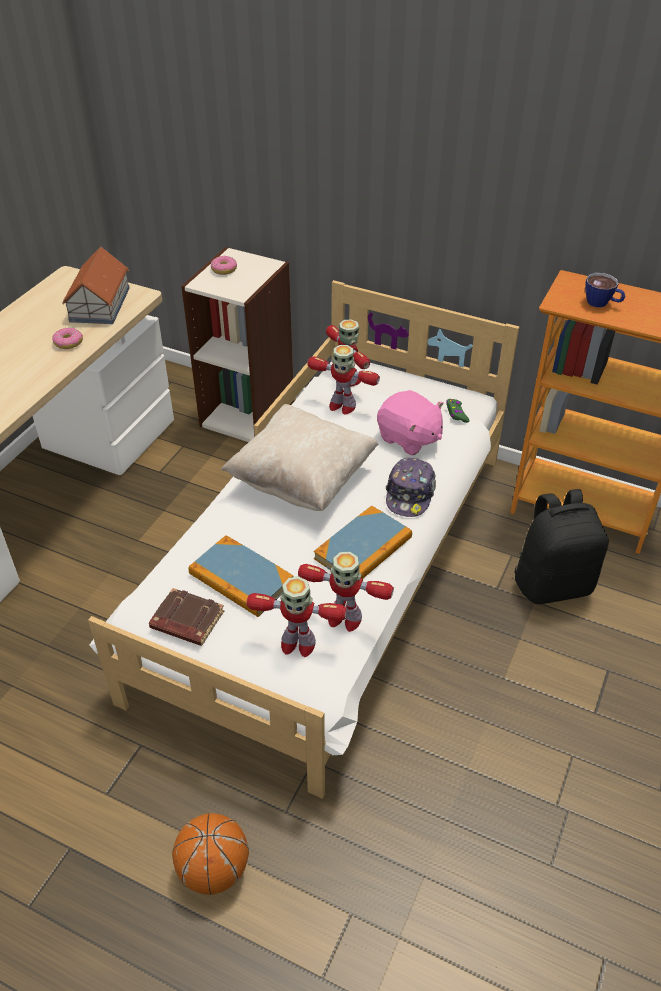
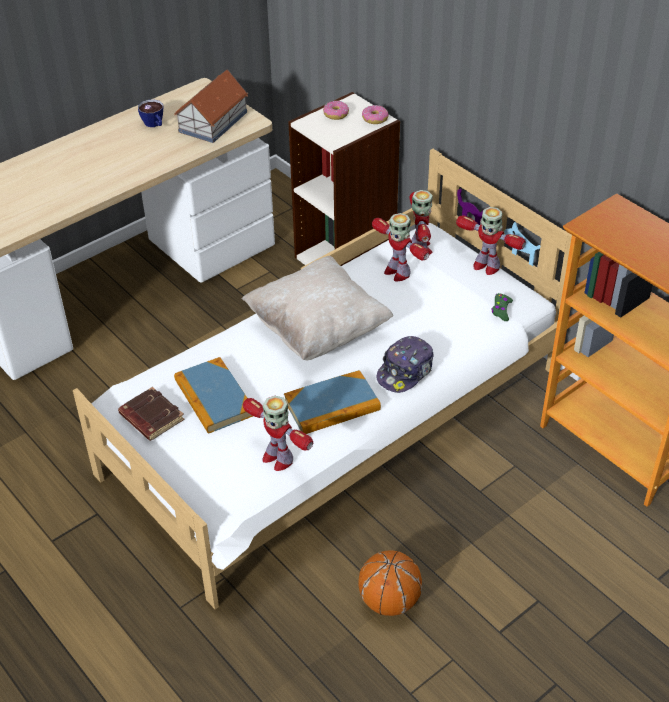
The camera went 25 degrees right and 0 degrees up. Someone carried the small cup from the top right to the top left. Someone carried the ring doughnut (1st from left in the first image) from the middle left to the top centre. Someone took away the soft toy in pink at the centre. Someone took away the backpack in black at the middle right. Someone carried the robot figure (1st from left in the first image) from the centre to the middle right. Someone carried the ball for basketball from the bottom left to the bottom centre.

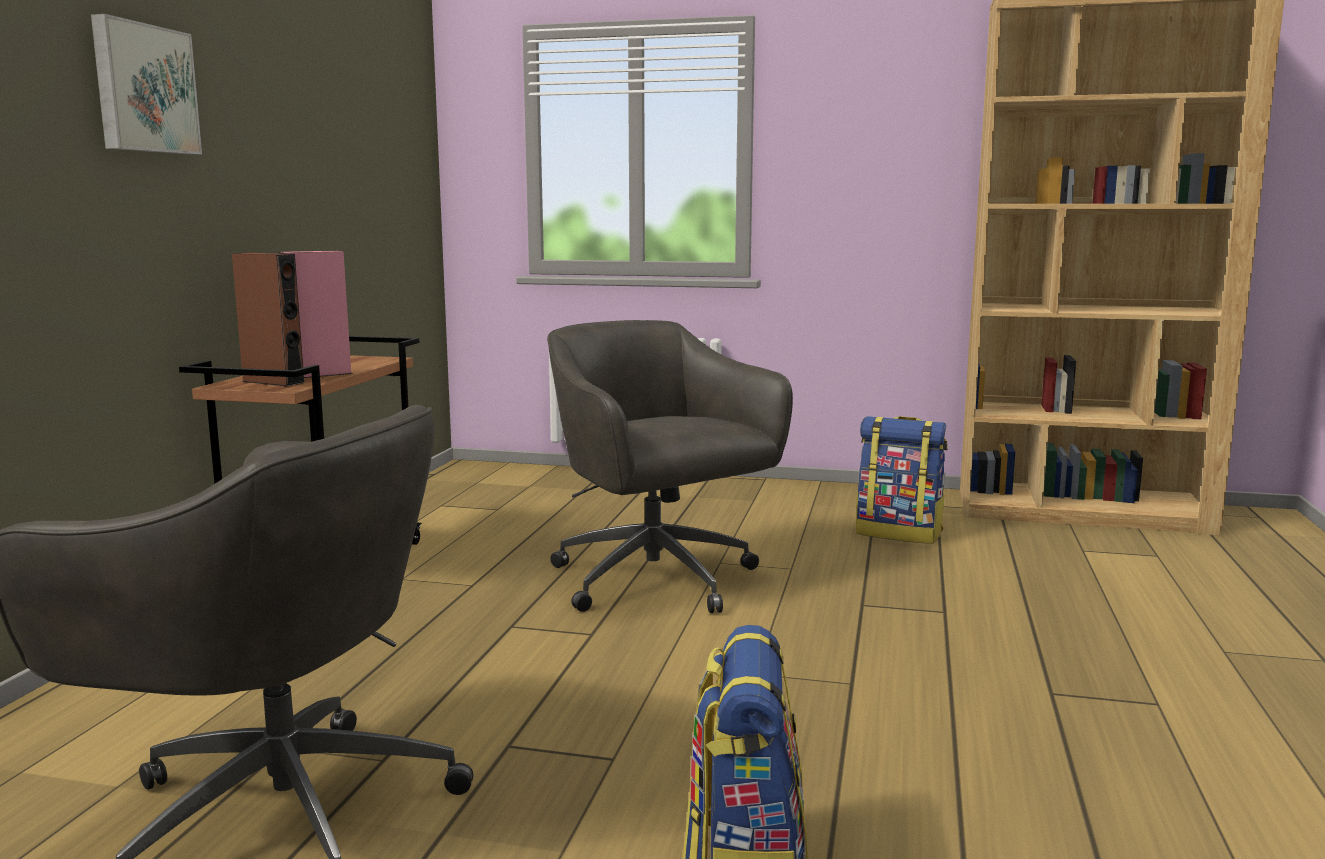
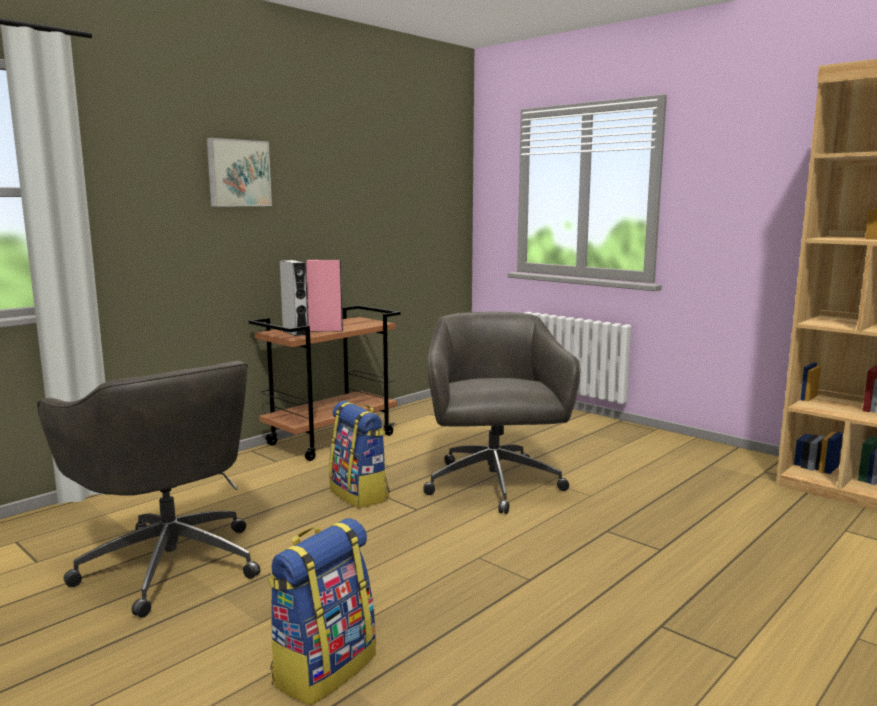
The camera went 30 degrees right and 0 degrees up. Someone repainted the speaker in brown-coloured at the middle left, which became the speaker in greyish at the centre. Someone carried the backpack (2nd from left) from the middle right to the centre.

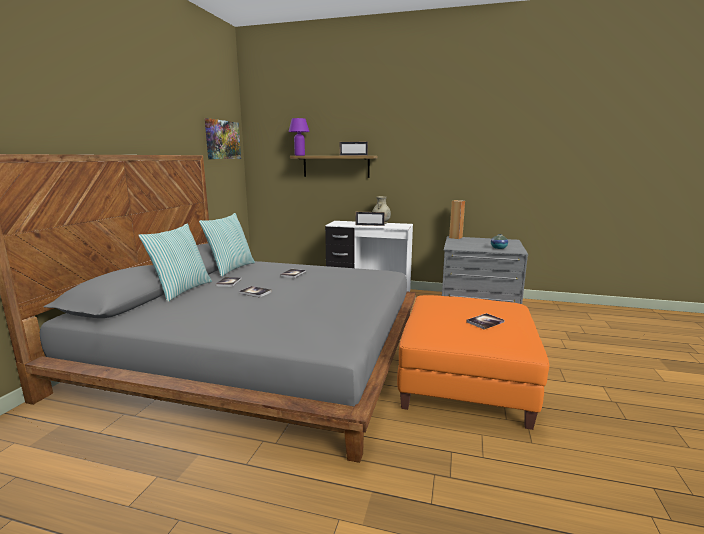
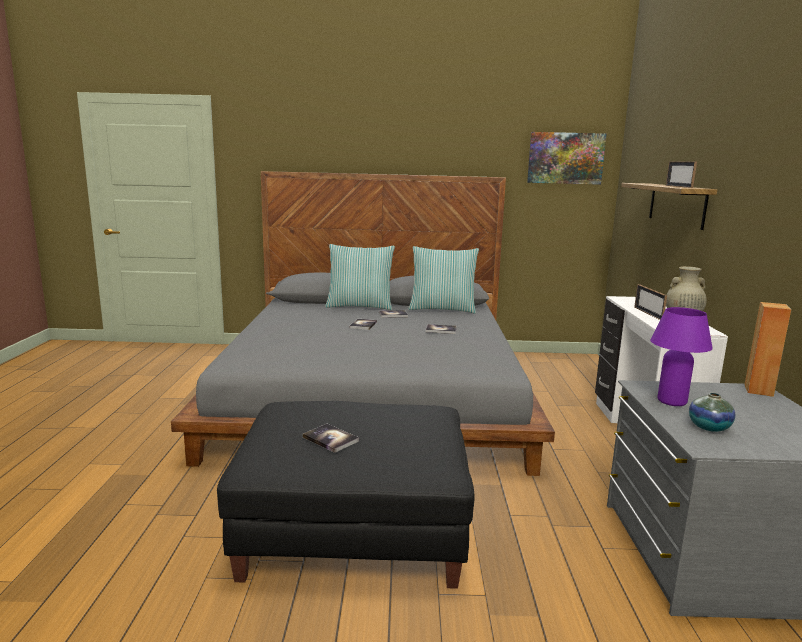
The camera went 75 degrees right and 0 degrees up. Someone carried the table lamp in purplish from the top centre to the middle right. Someone repainted the footrest in orange at the bottom right, which became the footrest in black at the bottom centre.

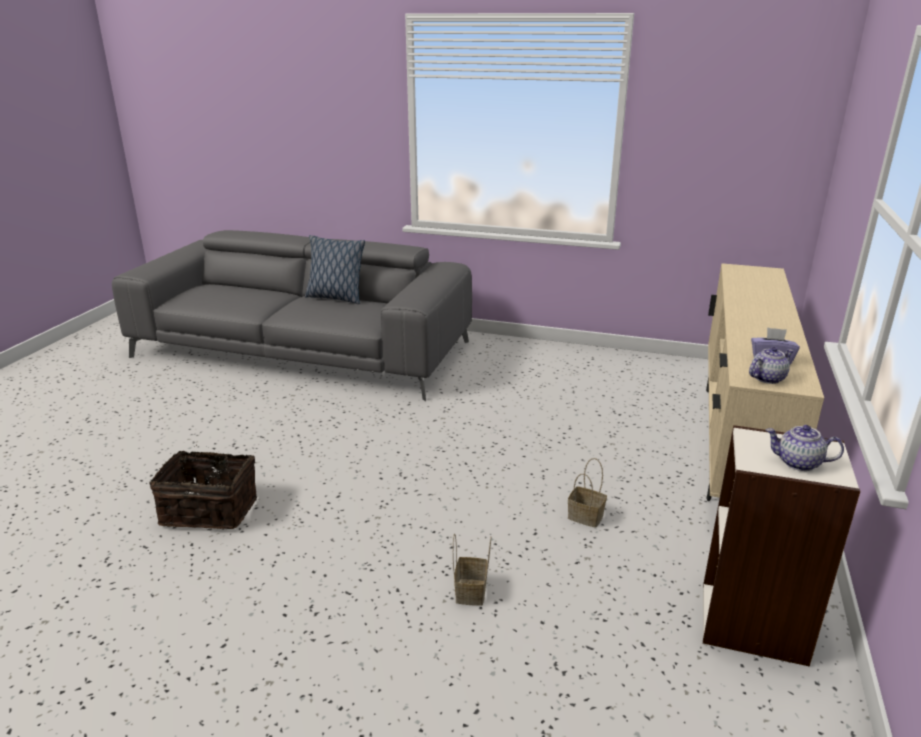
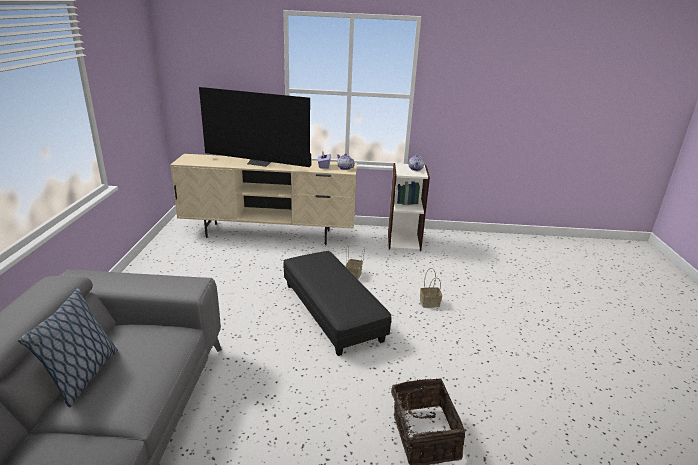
The camera went 105 degrees left and 0 degrees up. Someone put down the TV at the top centre. Someone put down the footrest in black at the centre.

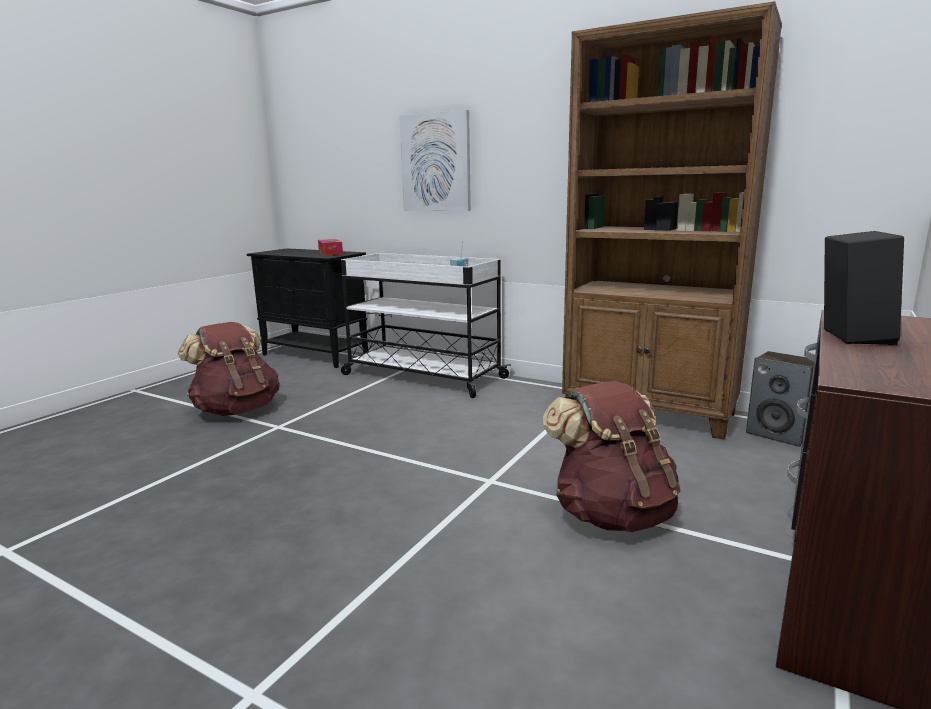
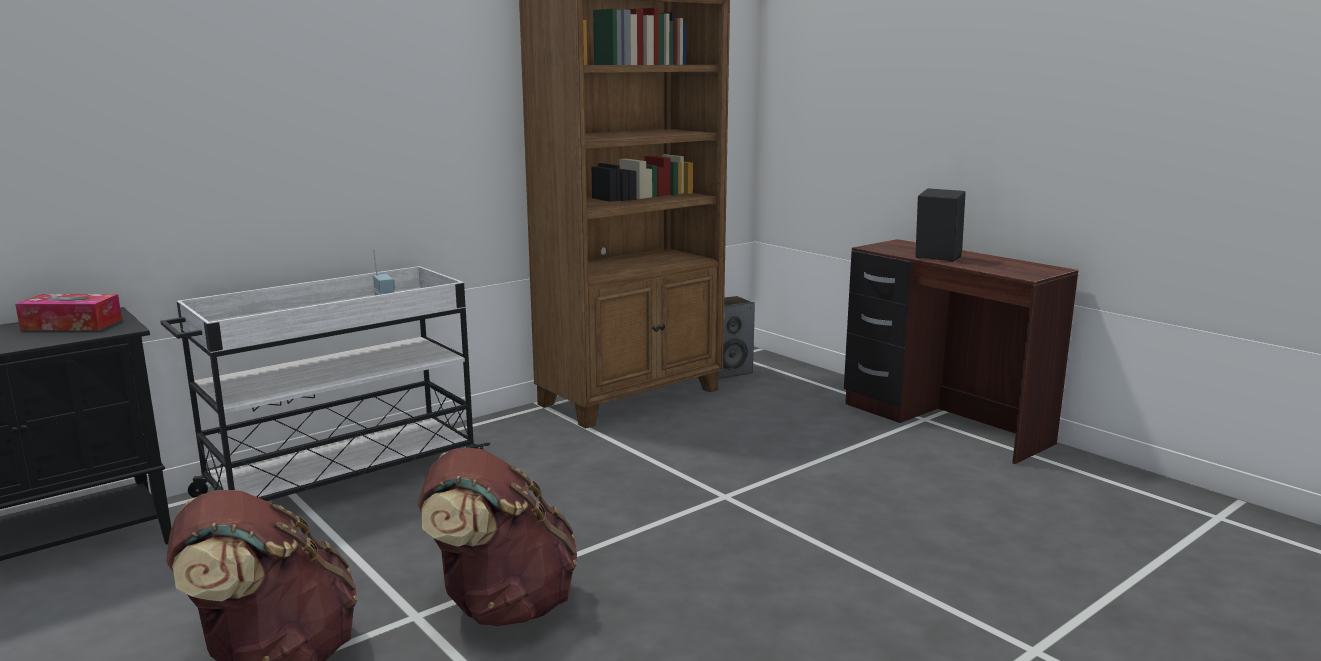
The camera went 70 degrees left and 0 degrees up. Someone took away the wall art at the top centre. Someone carried the backpack in brown-coloured (2nd from left) from the centre to the bottom centre.

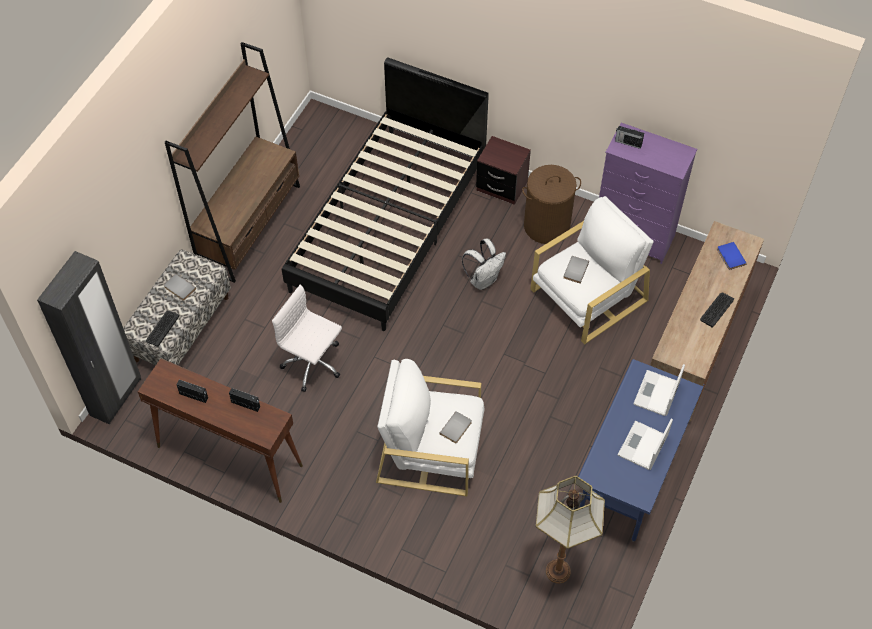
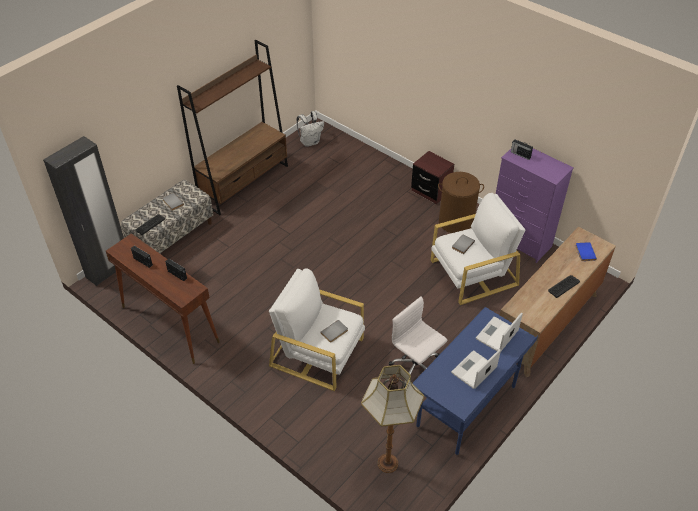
The camera went 15 degrees right and 10 degrees down. Someone took away the bedroom bed in black at the top centre. Someone carried the backpack in white-coloured from the centre to the top centre. Someone carried the desk chair in white-coloured from the centre to the bottom centre.

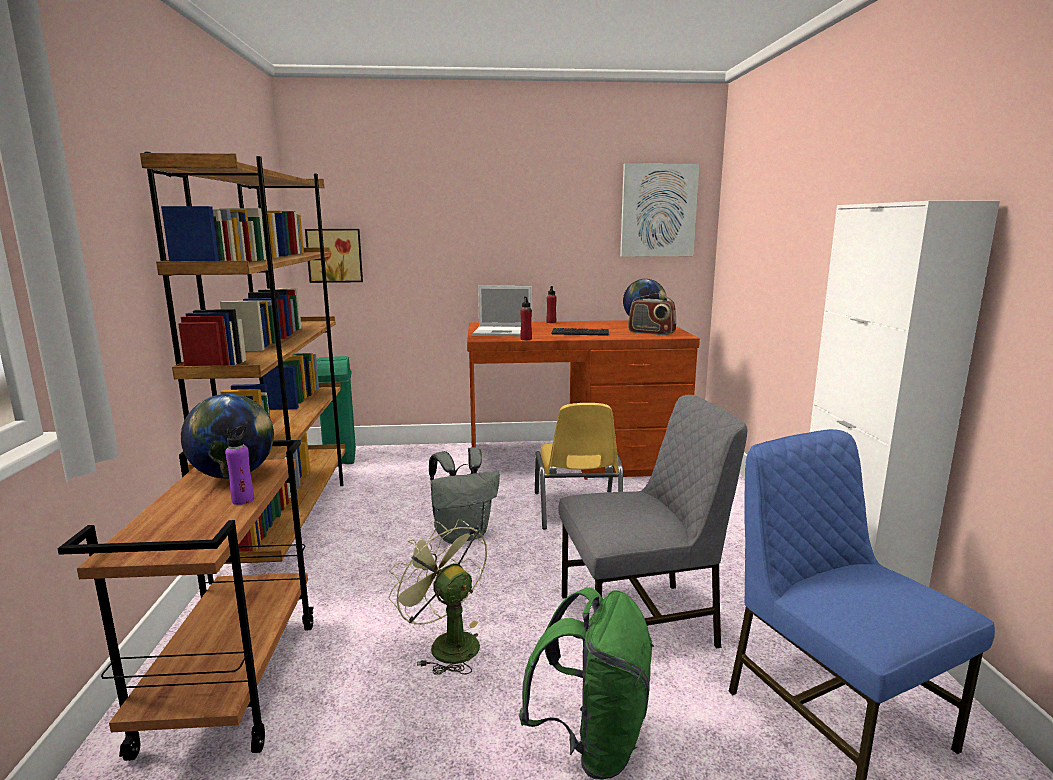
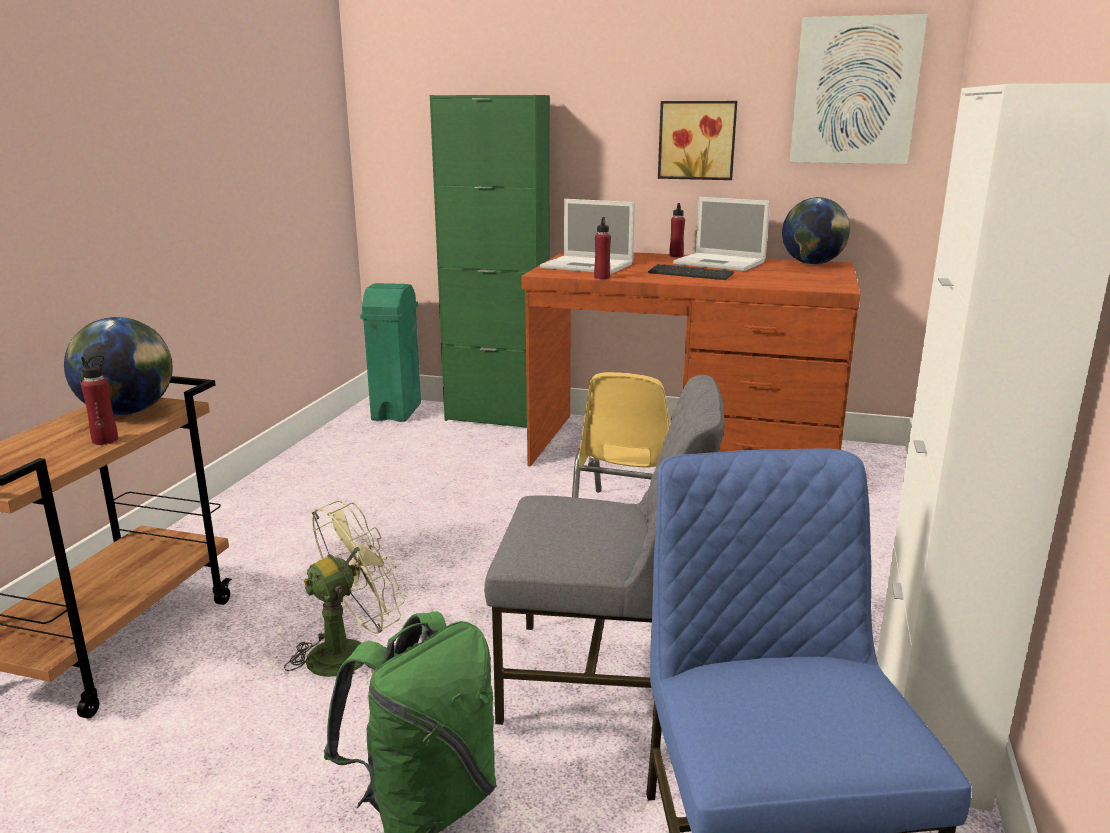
The camera went 20 degrees right and 5 degrees up. Someone took away the bookshelf in brown-coloured at the middle left. Someone carried the wall art (1st from left) from the top left to the top centre. Someone took away the radio at the centre. Someone repainted the bottle in purplish at the middle left, which became the bottle in red-coloured (1st from left) at the middle left. Someone took away the backpack in greyish at the centre. Someone rotated the cooling fan in green-coloured at the bottom centre by 75 degrees clockwise. Someone put down the storage cabinet in green-coloured at the top centre. Someone put down the portable computer (2nd from left) at the top centre.

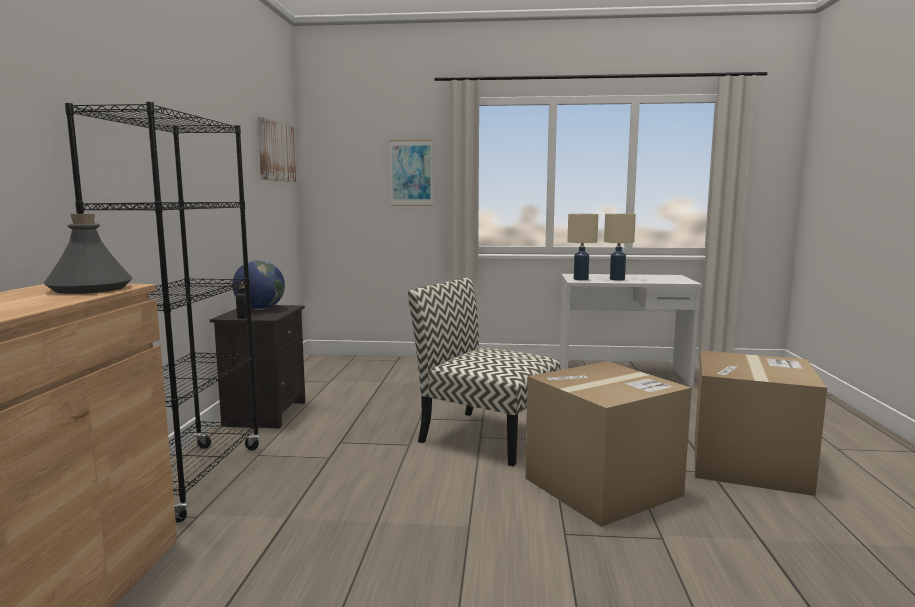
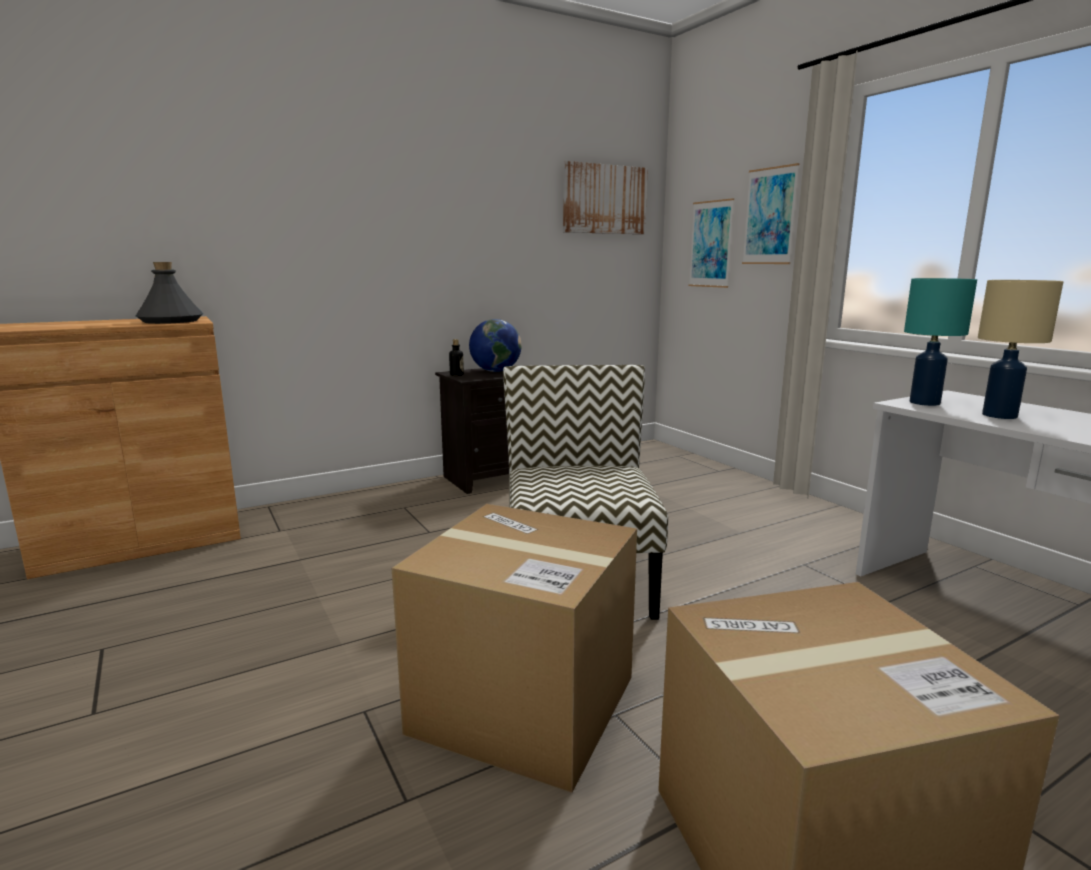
The camera went 55 degrees right and 5 degrees up. Someone took away the bookshelf in black at the middle left. Someone repainted the table lamp in beige-coloured (1st from left) at the centre, which became the table lamp in turquoise at the middle right. Someone put up the wall art (2nd from left) at the top centre.

